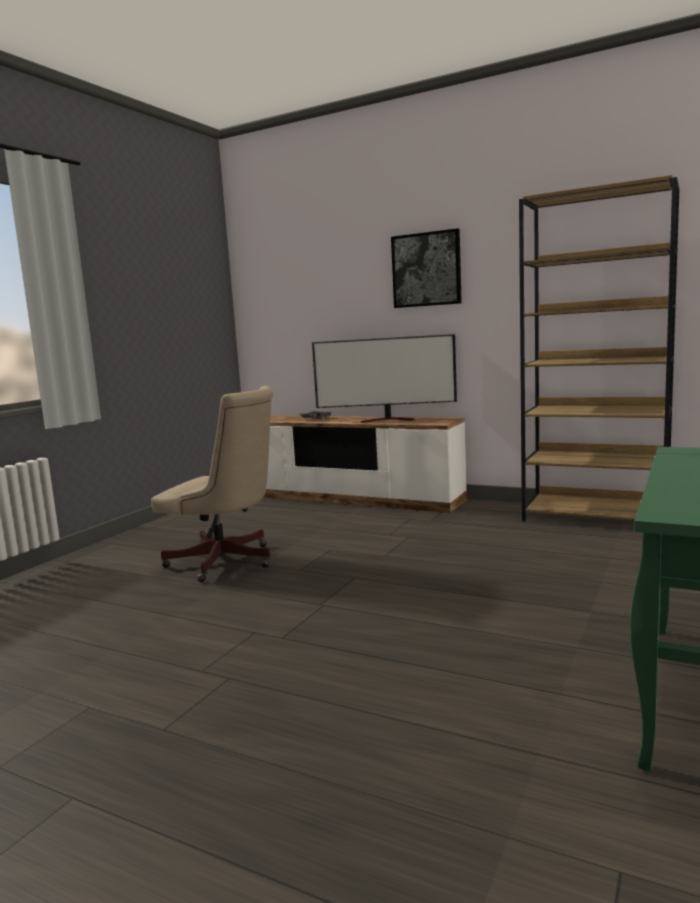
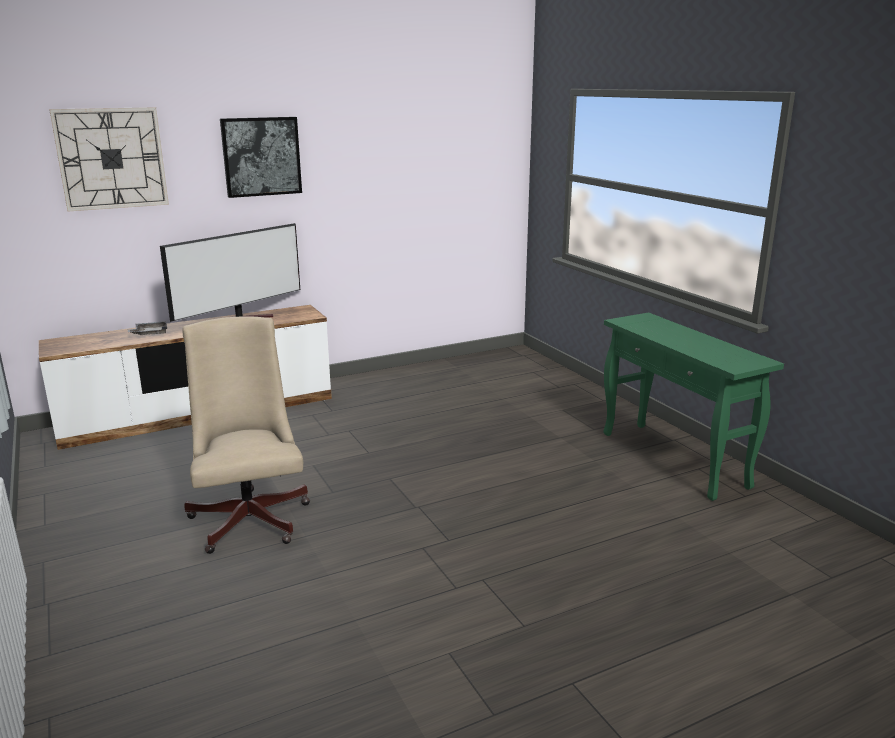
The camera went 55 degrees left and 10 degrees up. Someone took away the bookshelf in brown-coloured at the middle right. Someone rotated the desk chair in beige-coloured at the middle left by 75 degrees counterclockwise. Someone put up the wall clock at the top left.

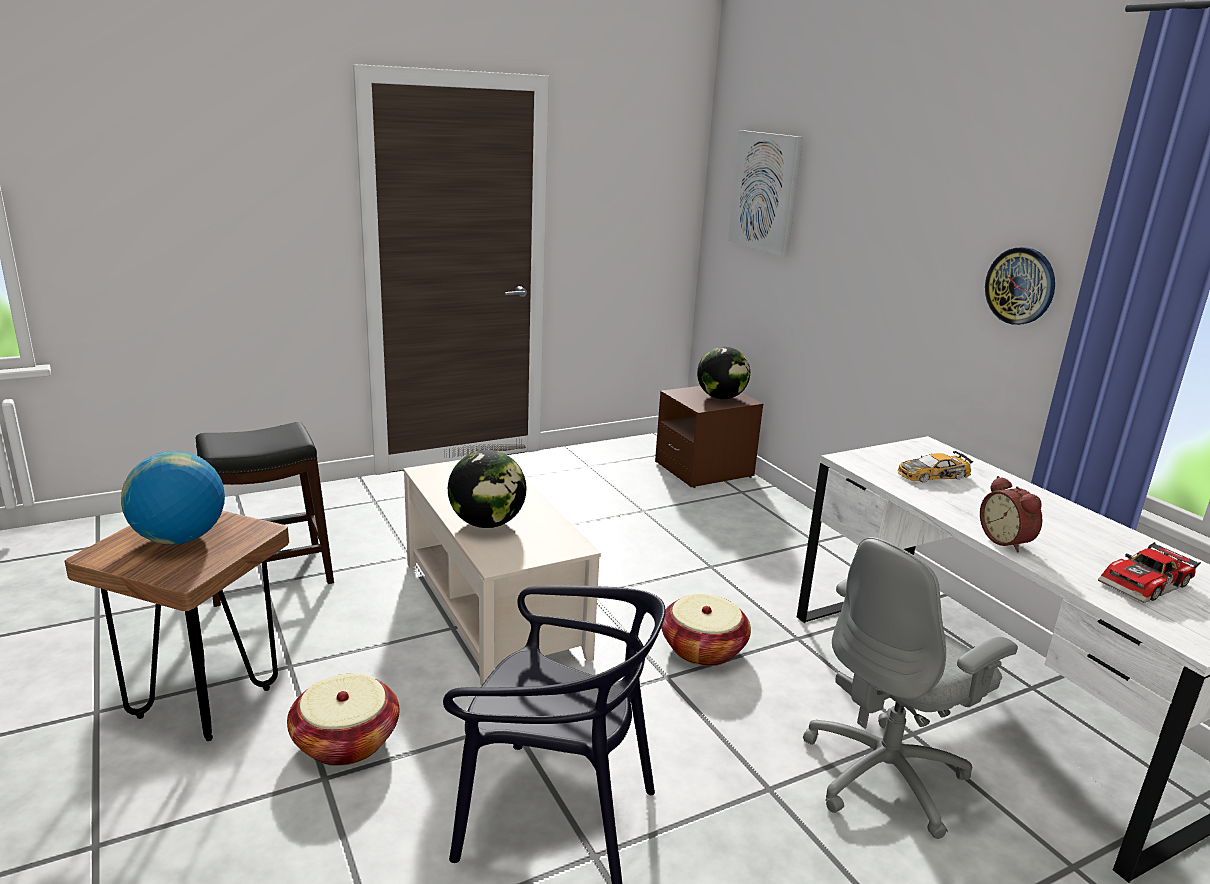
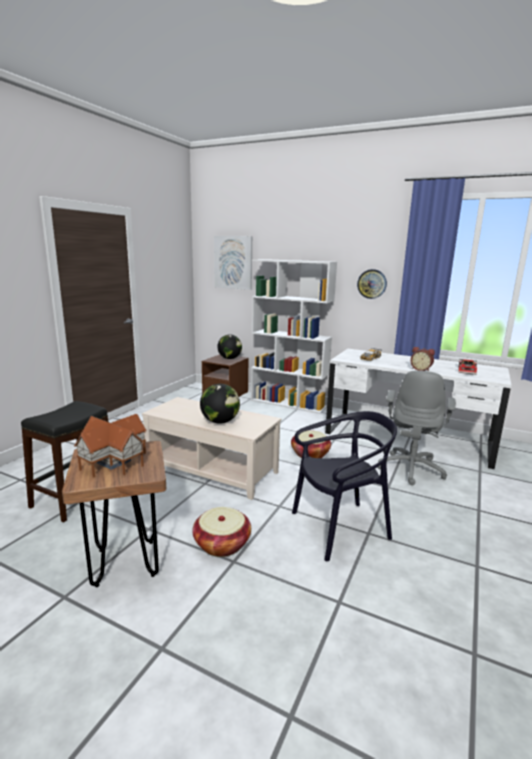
The camera went 35 degrees left and 5 degrees down. Someone swapped the world globe (1st from left) at the middle left for the miniature house at the middle left. Someone put down the bookshelf in white-coloured at the centre.

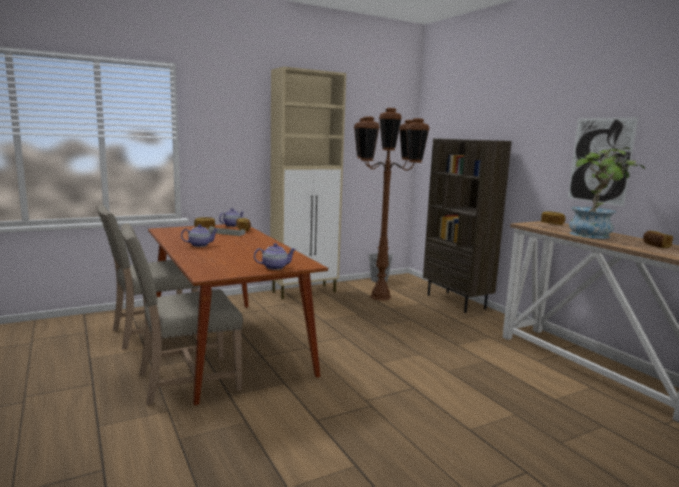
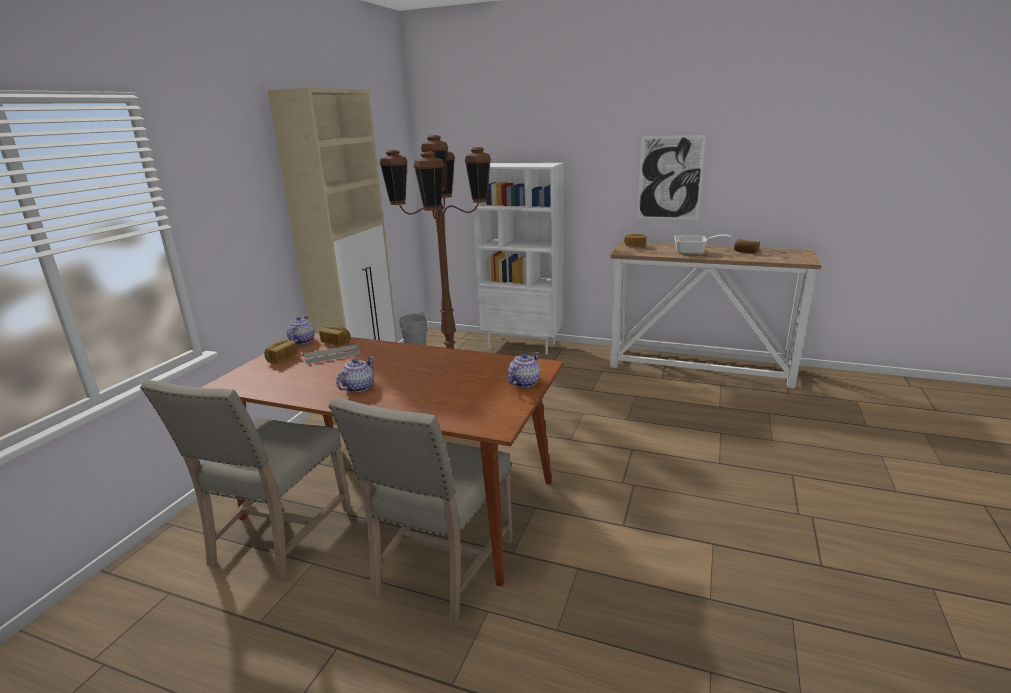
The camera went 40 degrees left and 10 degrees up. Someone repainted the bookshelf in brown-coloured at the middle right, which became the bookshelf in white-coloured at the centre. Someone swapped the potted plant at the middle right for the frying pan at the middle right.

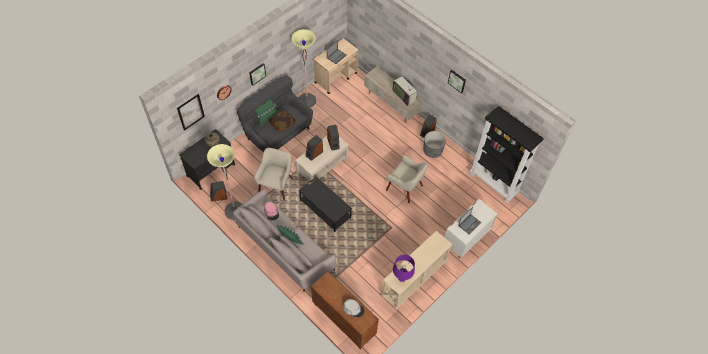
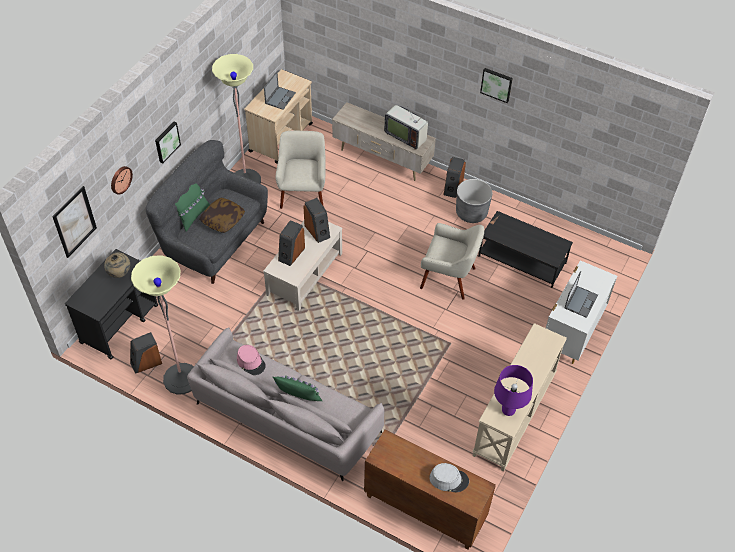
The camera went 15 degrees left and 5 degrees down. Someone took away the bookshelf in black at the middle right. Someone carried the easy chair in beige-coloured (1st from left) from the centre to the top centre. Someone carried the lounge table in black from the centre to the middle right.

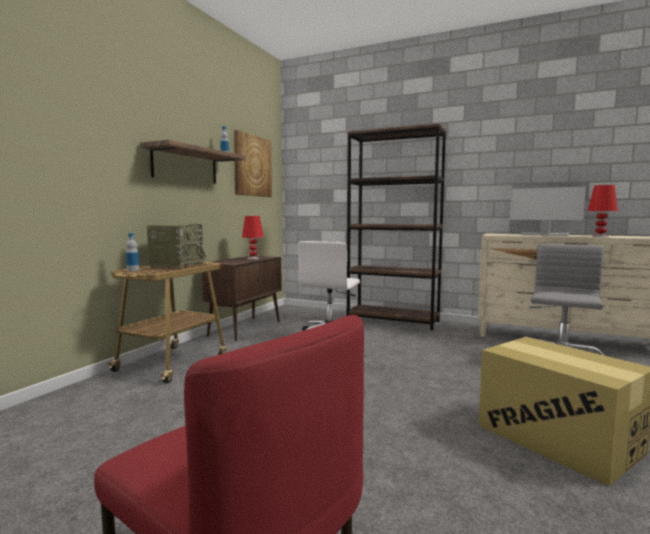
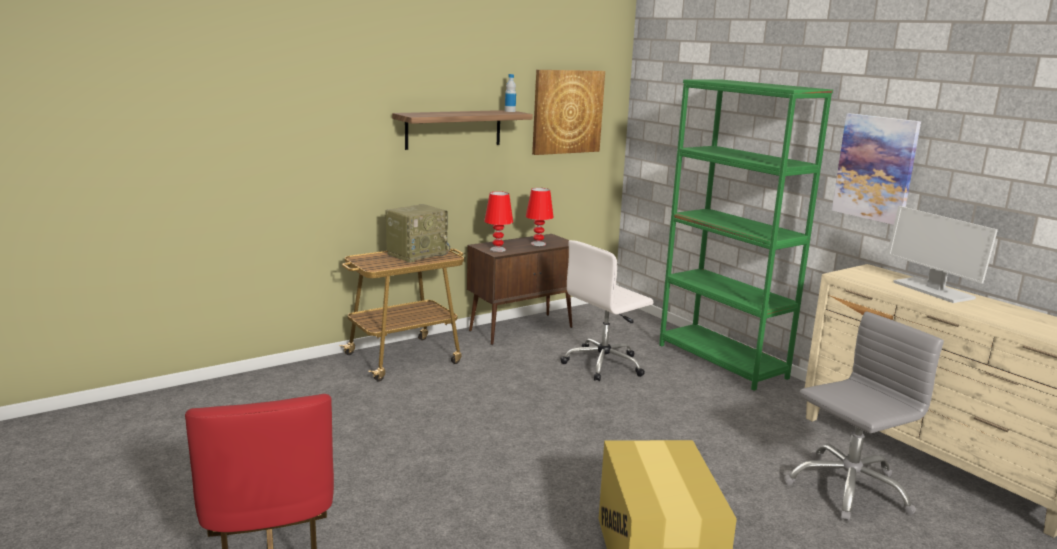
The camera went 30 degrees right and 10 degrees up. Someone repainted the bookshelf in brown-coloured at the centre, which became the bookshelf in green-coloured at the middle right. Someone carried the table lamp in red-coloured (2nd from left in the first image) from the middle right to the centre. Someone took away the bottle (1st from left) at the middle left. Someone put up the wall art (2nd from left) at the top right.

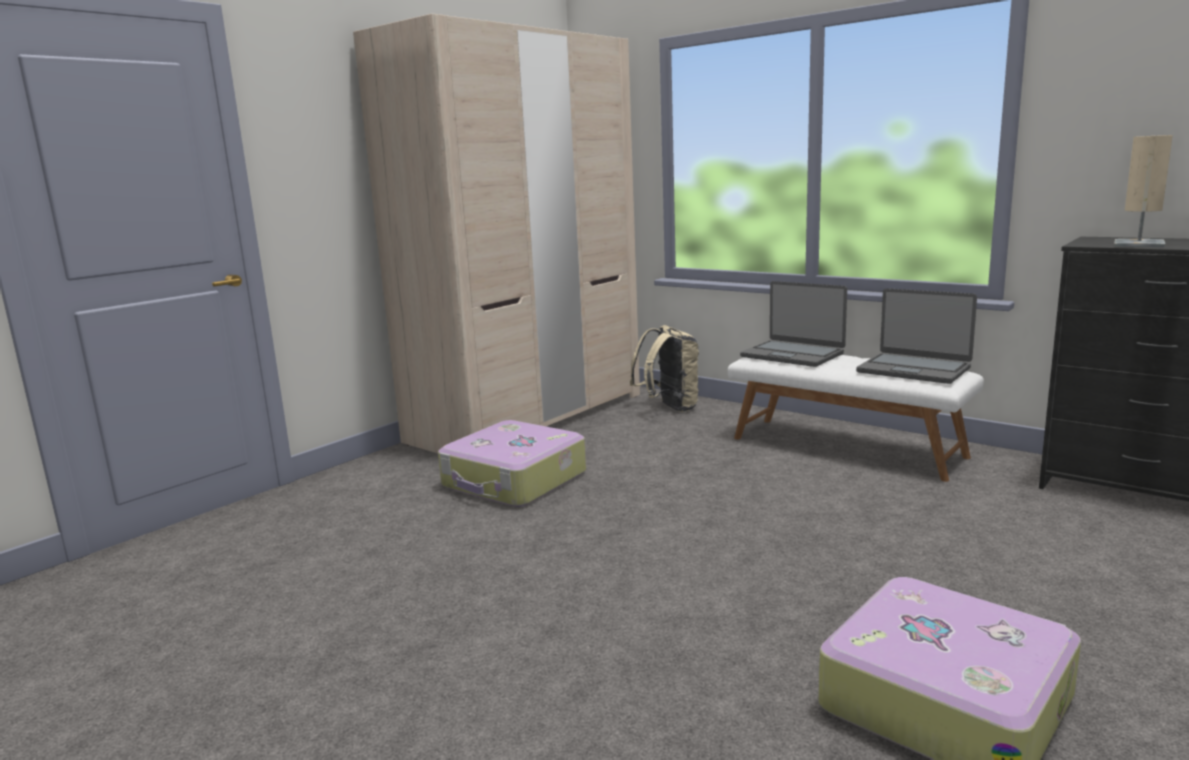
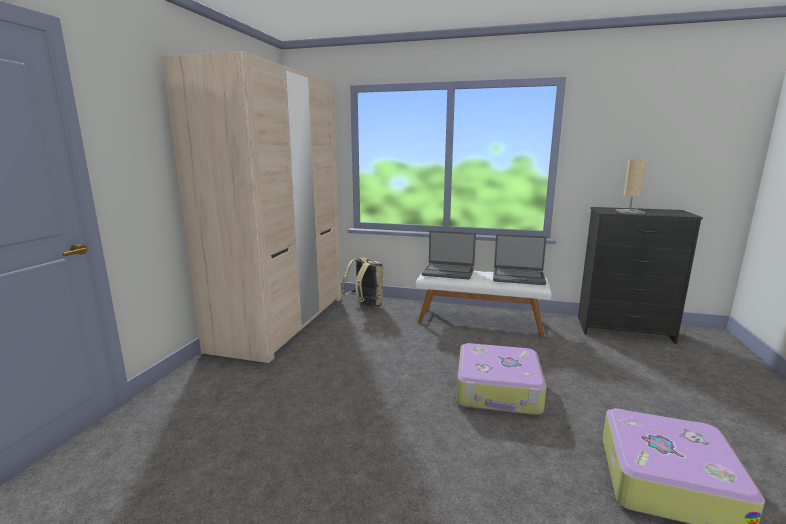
The camera went 25 degrees left and 0 degrees up. Someone carried the piece of luggage (1st from left) from the centre to the bottom centre.

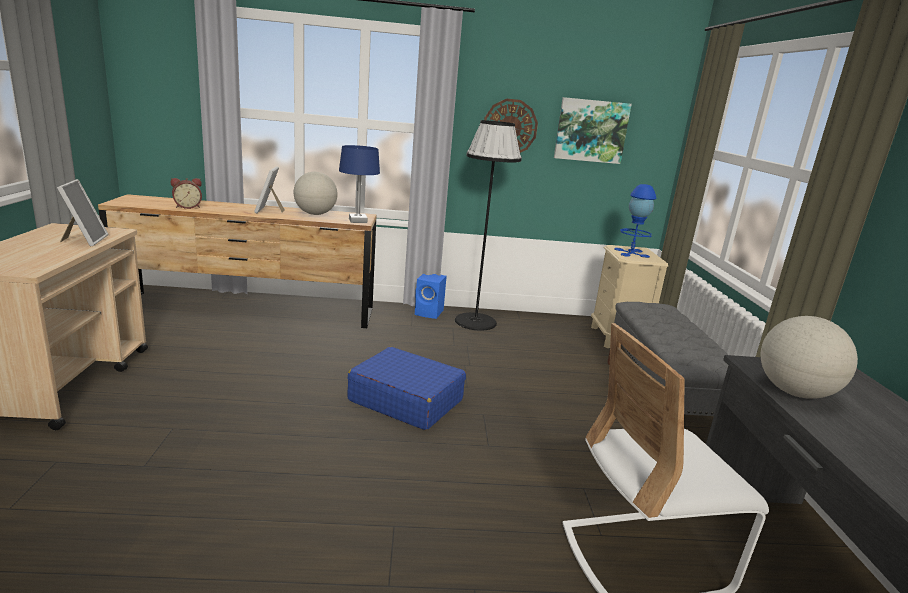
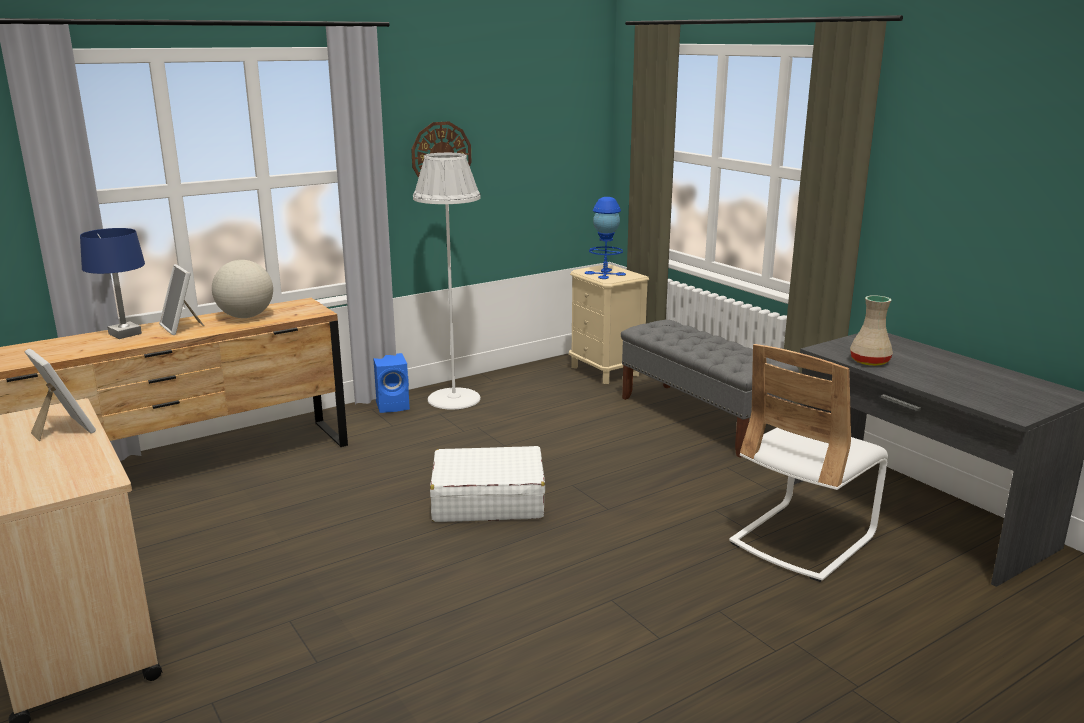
The camera went 30 degrees left and 0 degrees up. Someone took away the wall art at the top centre. Someone repainted the standard lamp in black at the centre, which became the standard lamp in white-coloured at the centre. Someone carried the table lamp in blue-coloured (1st from left) from the top centre to the middle left. Someone took away the table clock at the top left. Someone swapped the world globe (2nd from left) at the middle right for the vase in beige-coloured at the middle right. Someone repainted the piece of luggage in blue-coloured at the centre, which became the piece of luggage in white-coloured at the bottom centre.

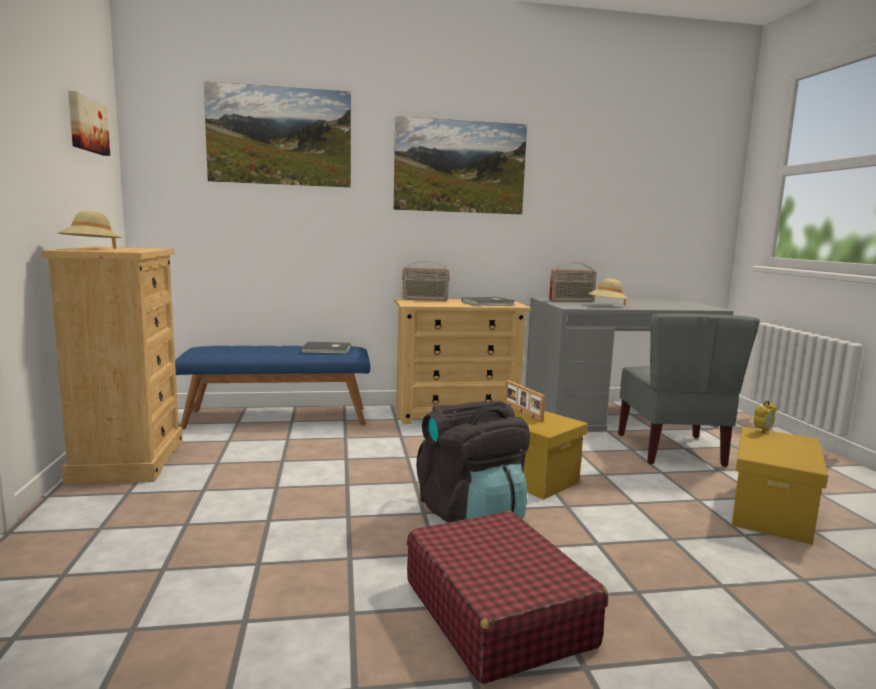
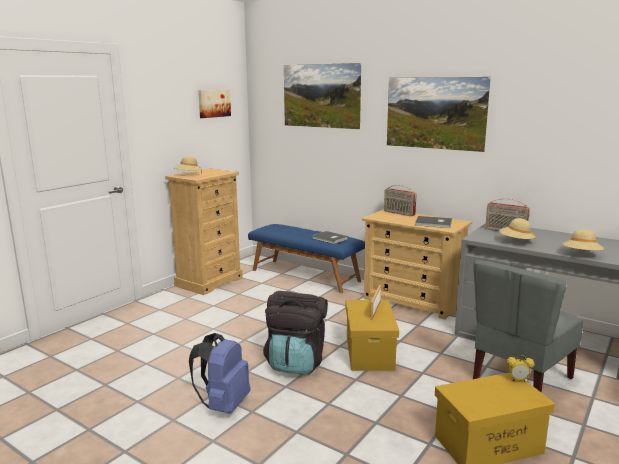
The camera went 45 degrees right and 5 degrees up. Someone swapped the piece of luggage in red-coloured at the bottom centre for the backpack in blue-coloured at the bottom centre. Someone put down the clothing hat in beige-coloured (3rd from left) at the middle right.

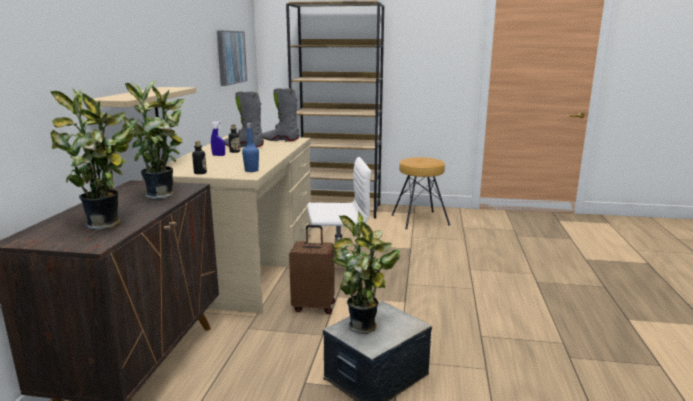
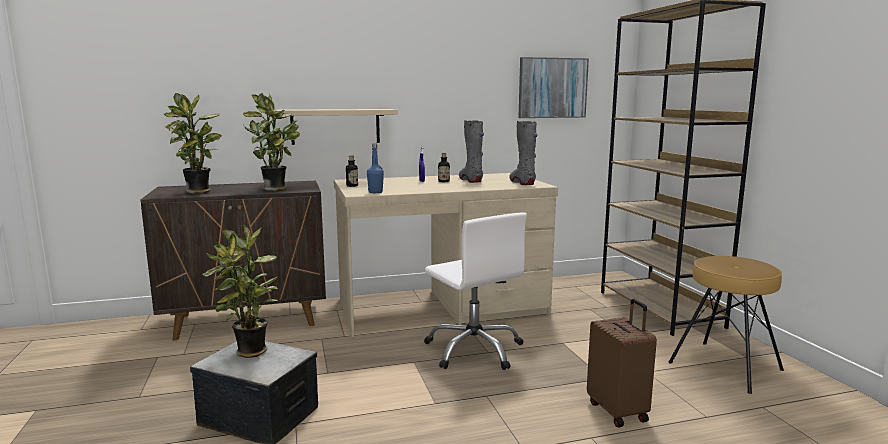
The camera went 65 degrees right and 5 degrees down. Someone carried the piece of luggage in brown-coloured from the bottom centre to the bottom right.

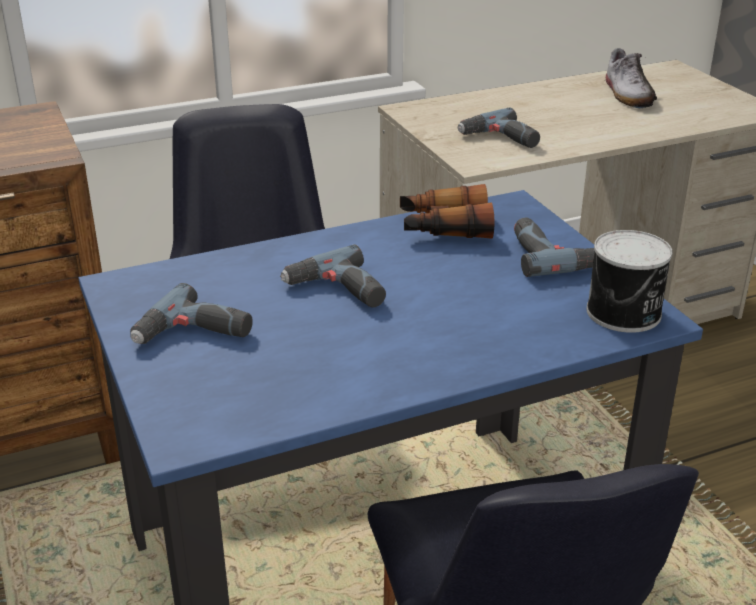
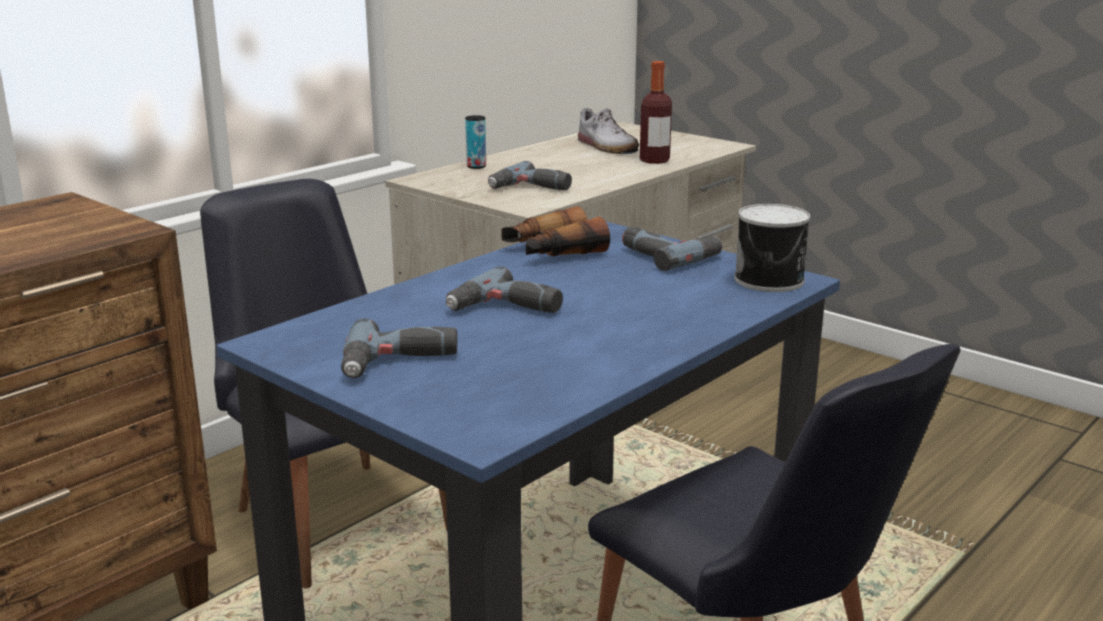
The camera went 25 degrees left and 10 degrees down. Someone put down the bottle at the top centre. Someone put down the metal can (1st from left) at the top centre.

